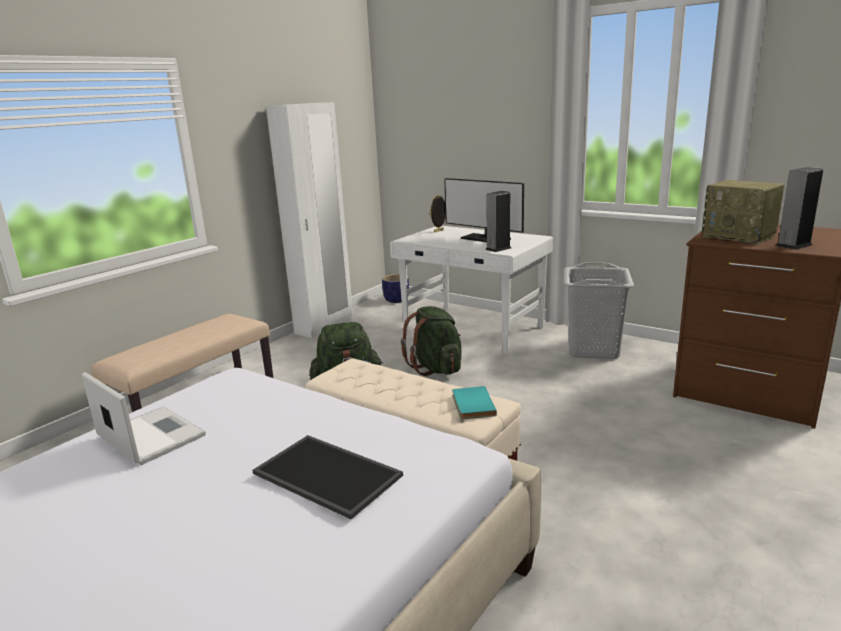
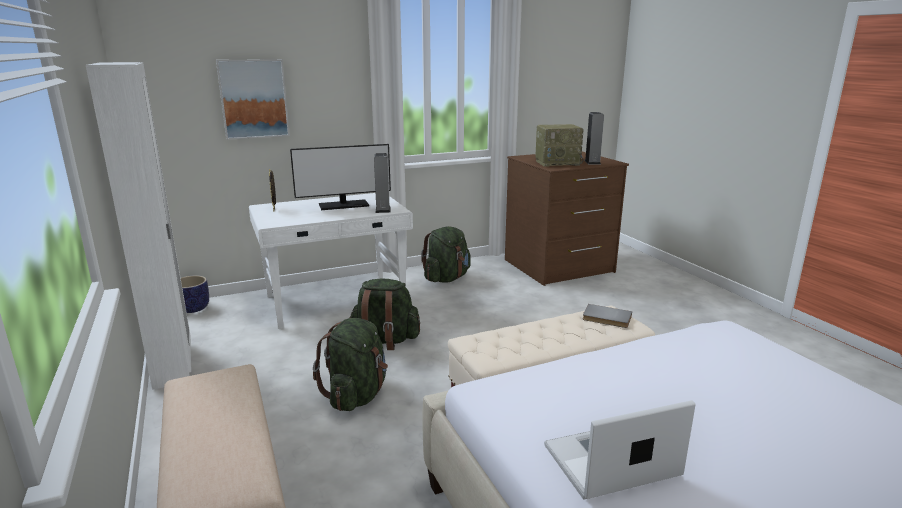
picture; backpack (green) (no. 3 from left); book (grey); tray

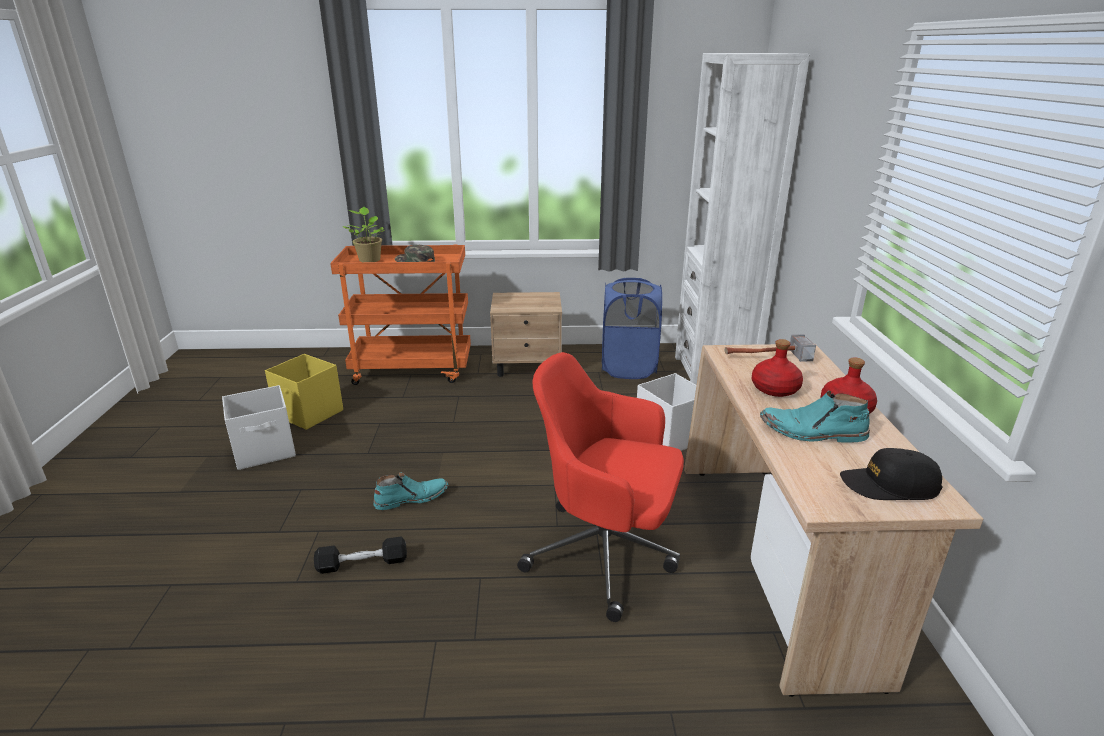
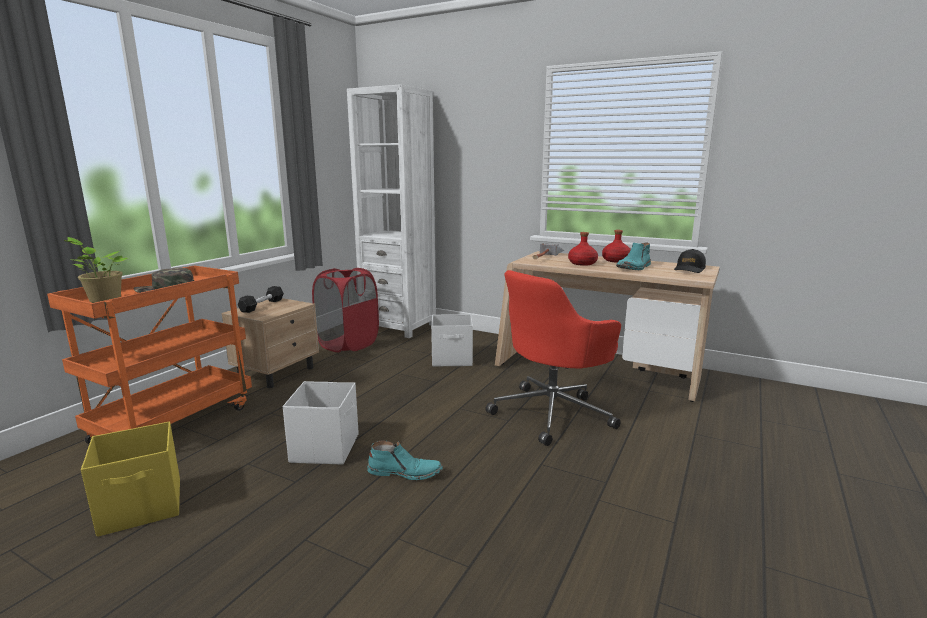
dumbbell (black); storage box (white) (no. 1 from left); laundry basket (red); boot (turquoise) (no. 1 from left)

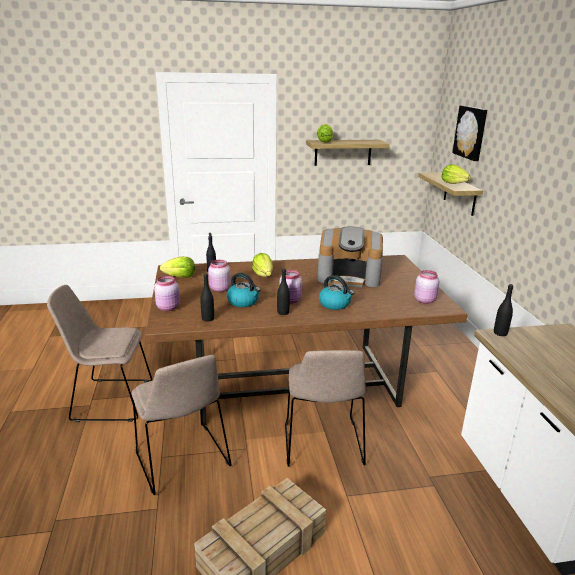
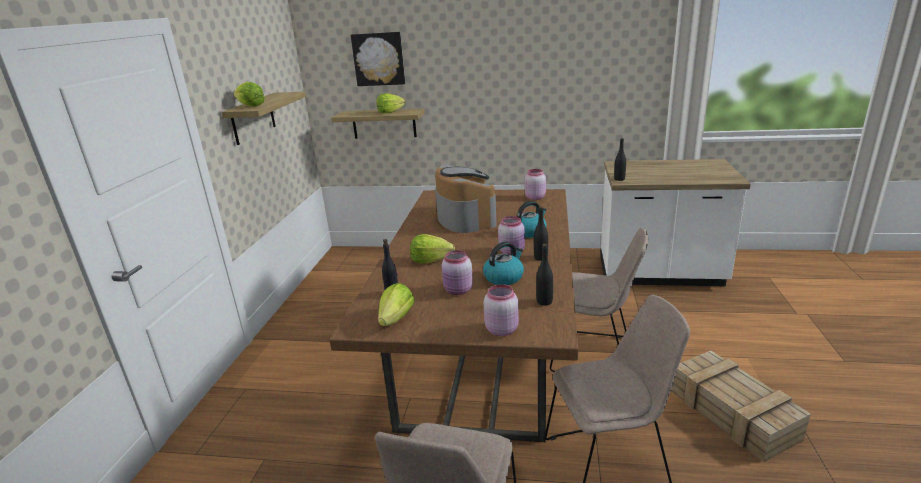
coffee machine

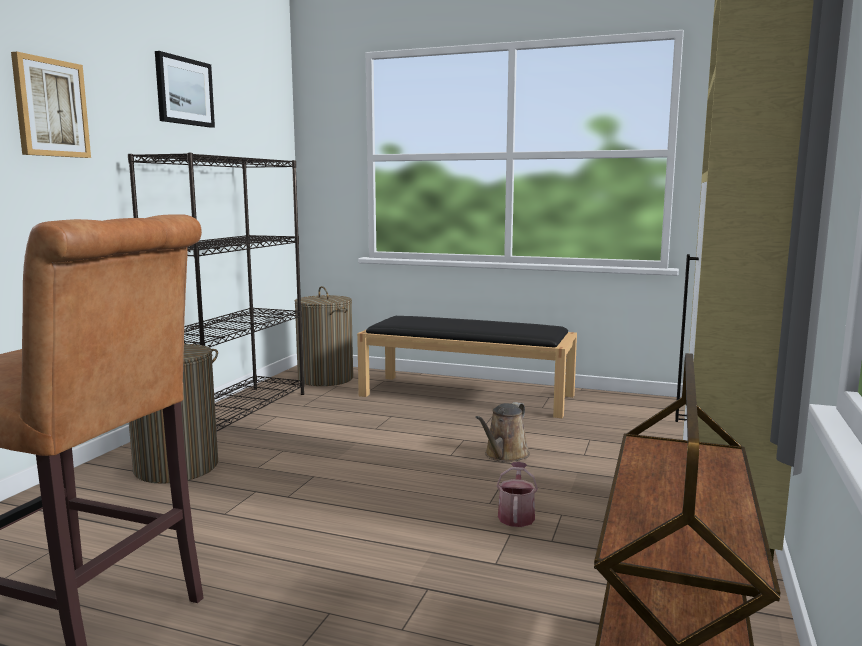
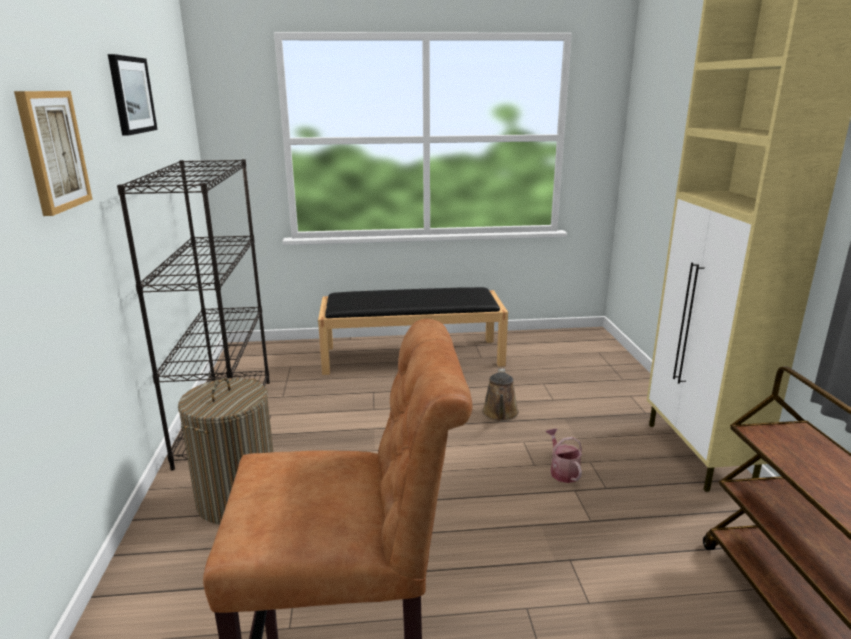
laundry basket (no. 2 from left in the first image)

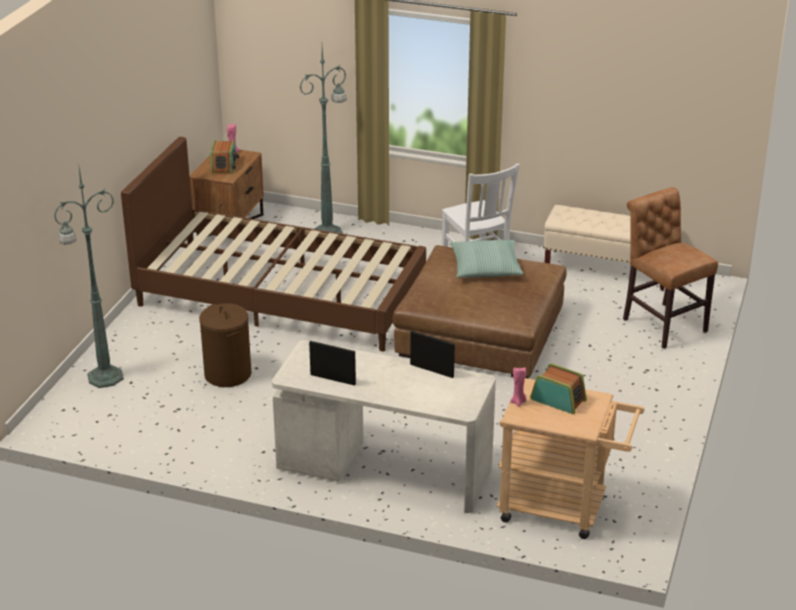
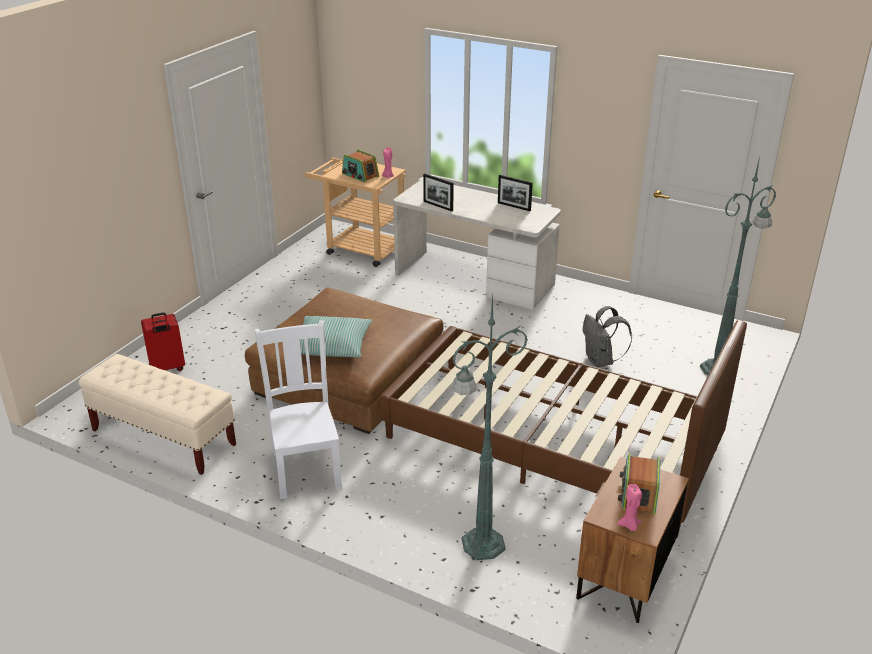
suitcase (red); backpack (grey)

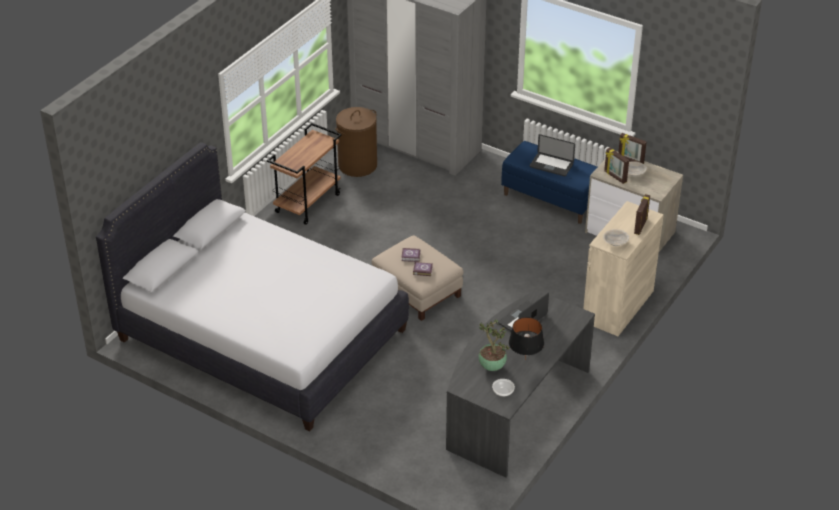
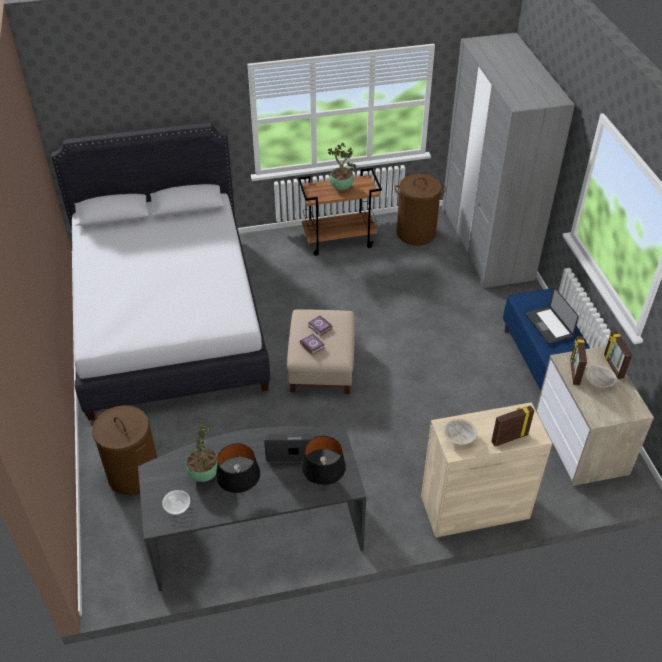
laundry basket (brown) (no. 1 from left); table lamp (black) (no. 2 from left); potted plant (no. 2 from left)

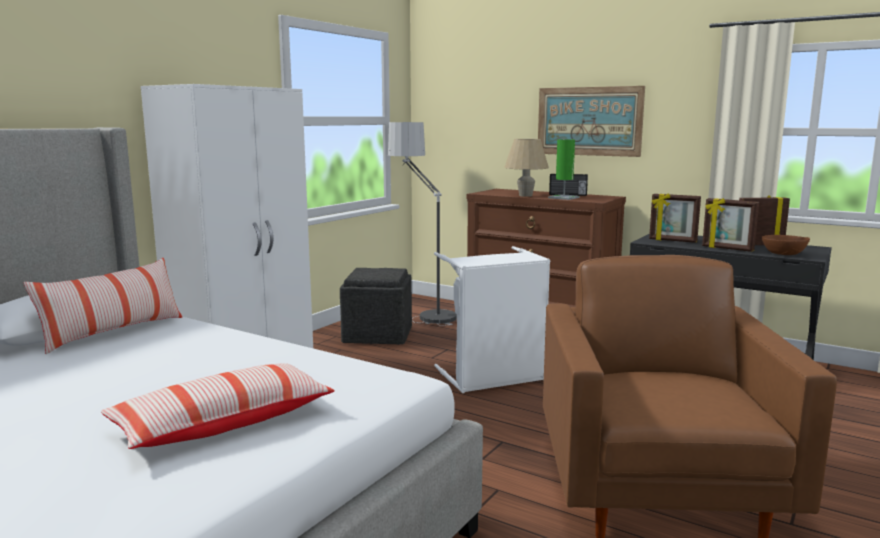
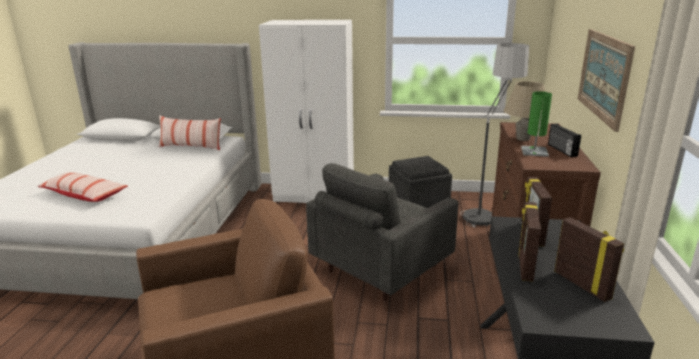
armchair (grey); bowl (brown)

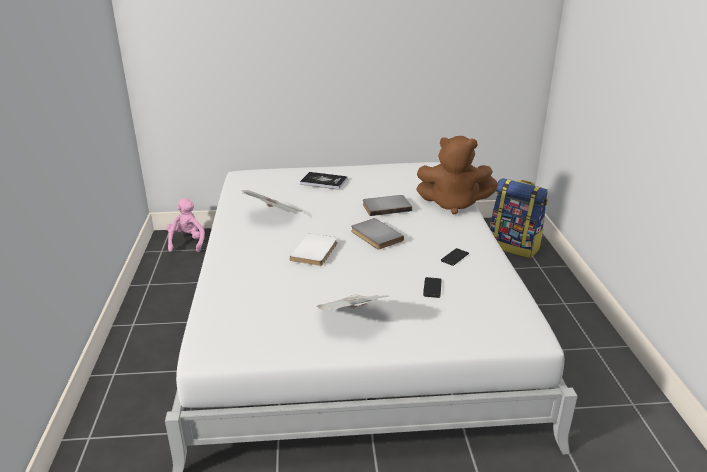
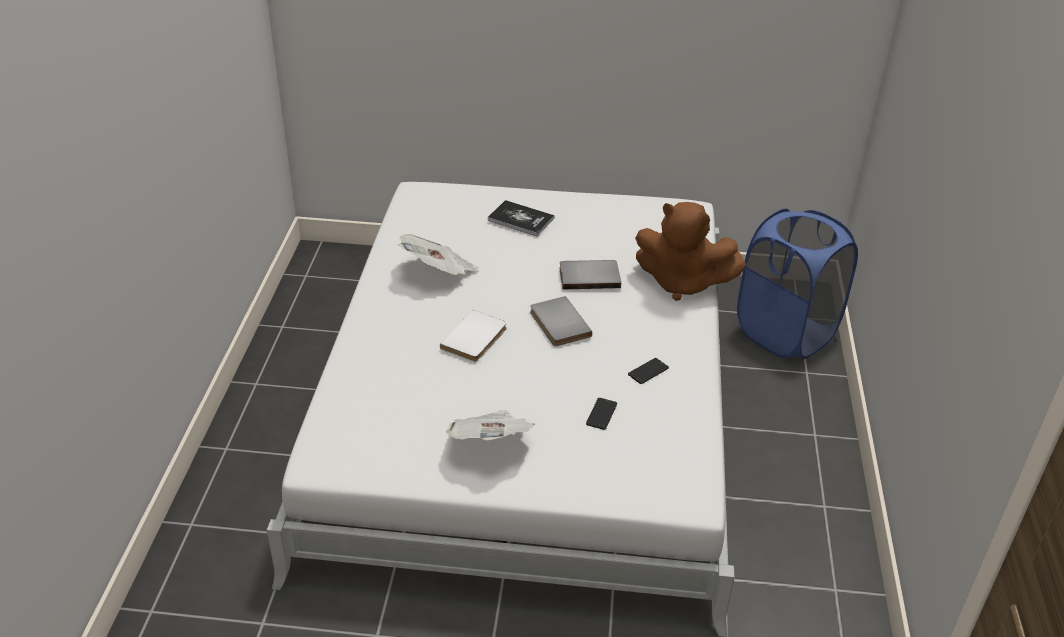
laundry basket (blue); plush toy (pink)

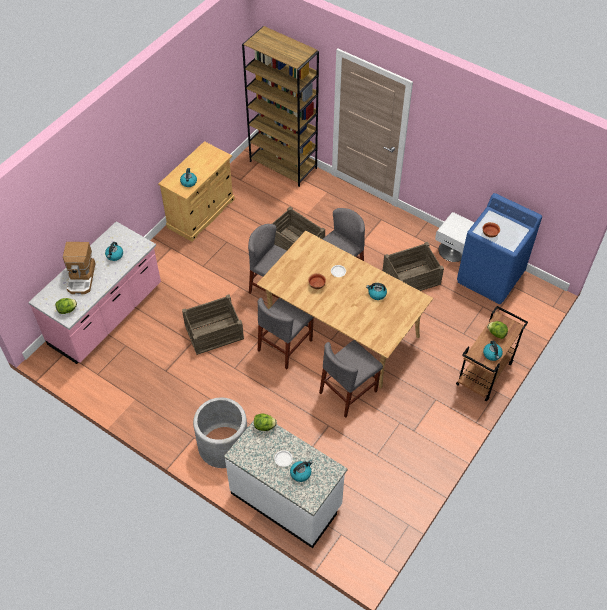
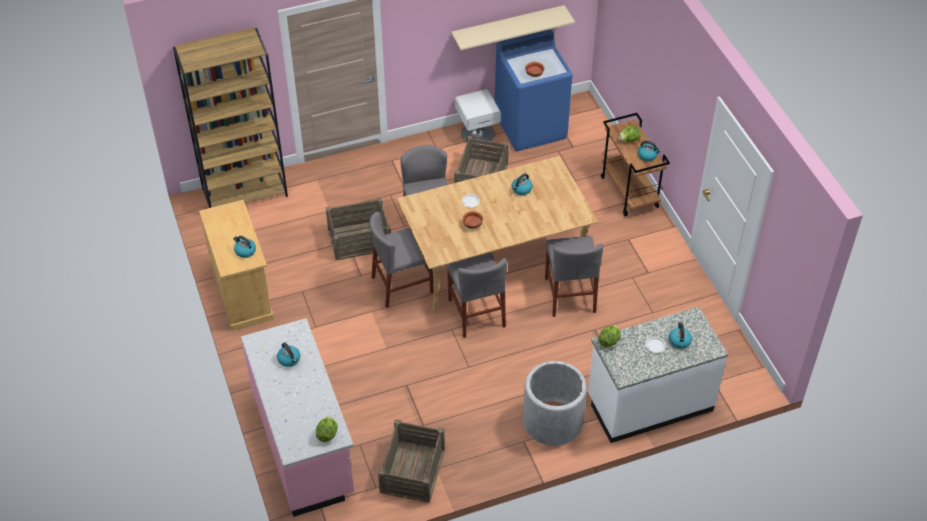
crate (no. 2 from left); shelf (beige); coffee machine

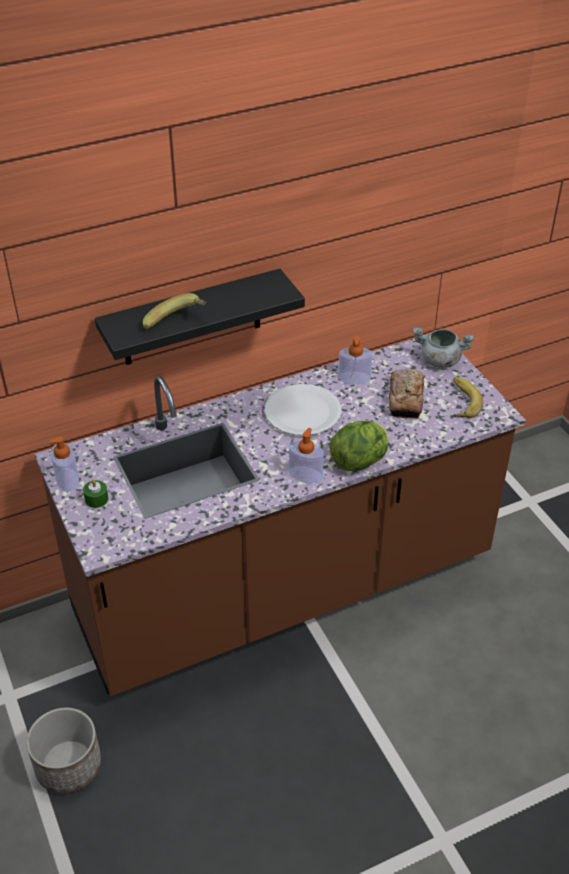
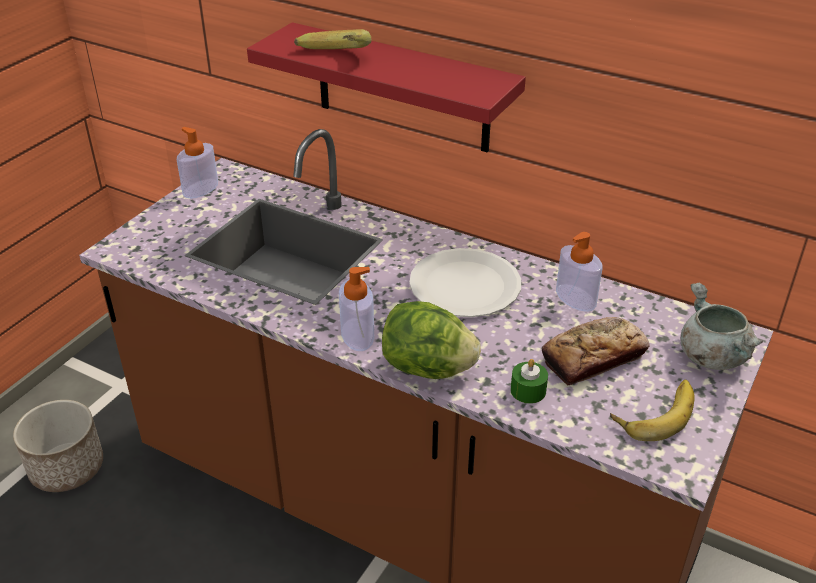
shelf (red); candle (green)

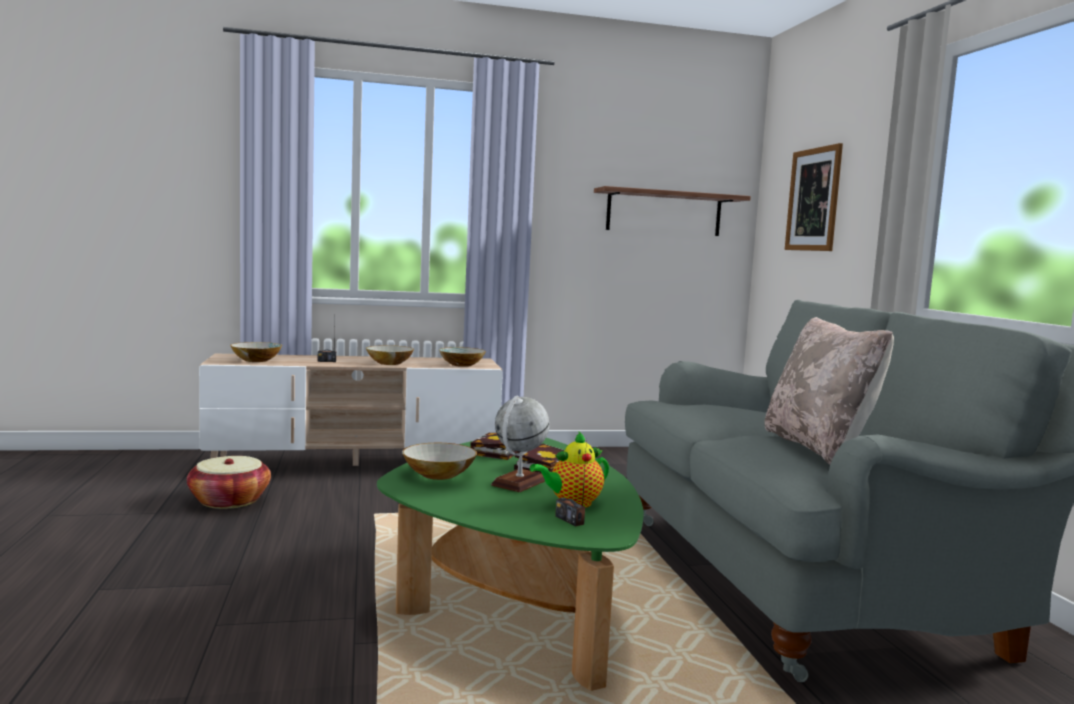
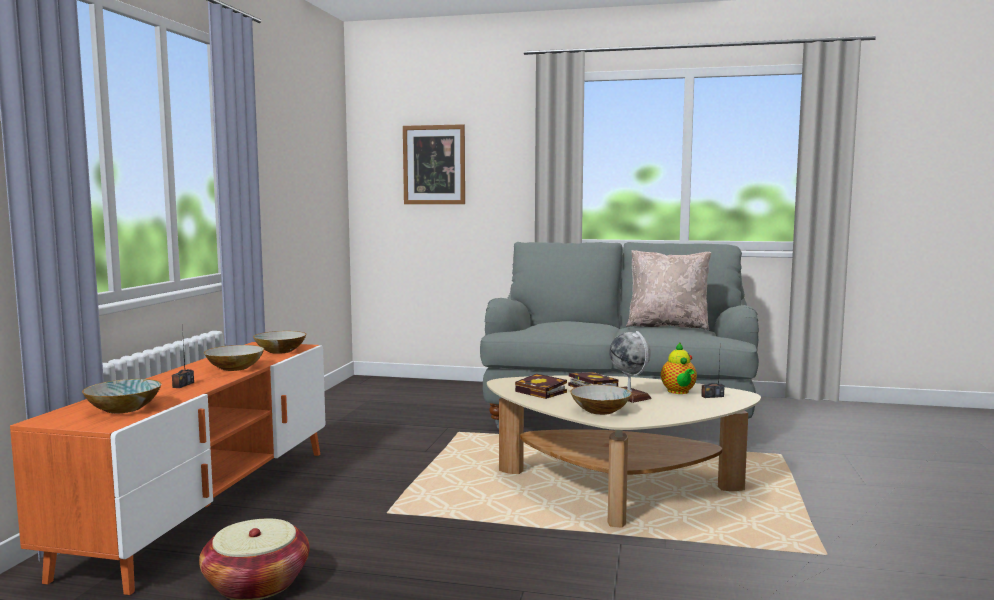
tv stand (orange); coffee table (beige); shelf

